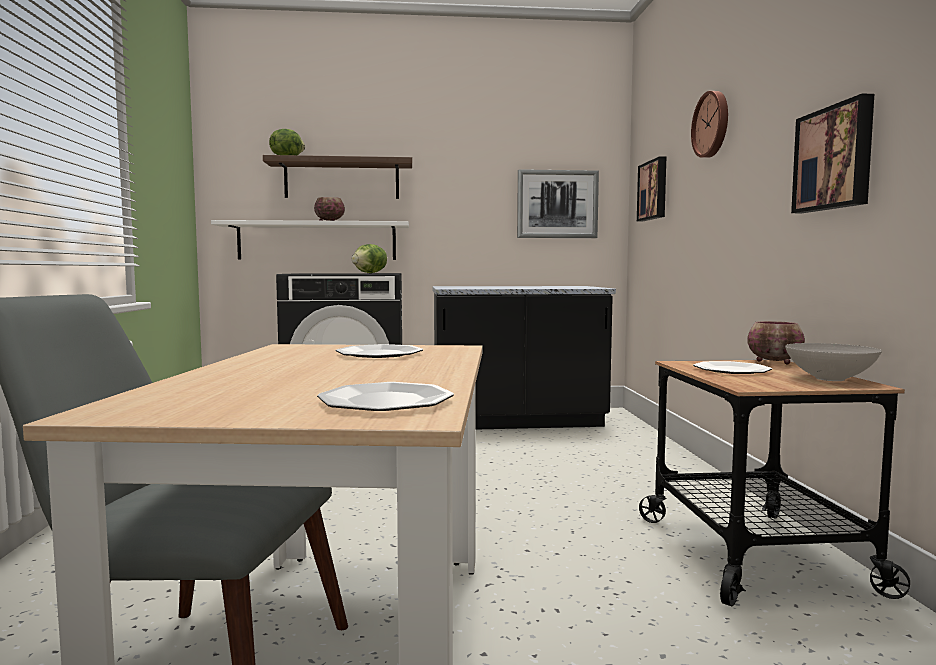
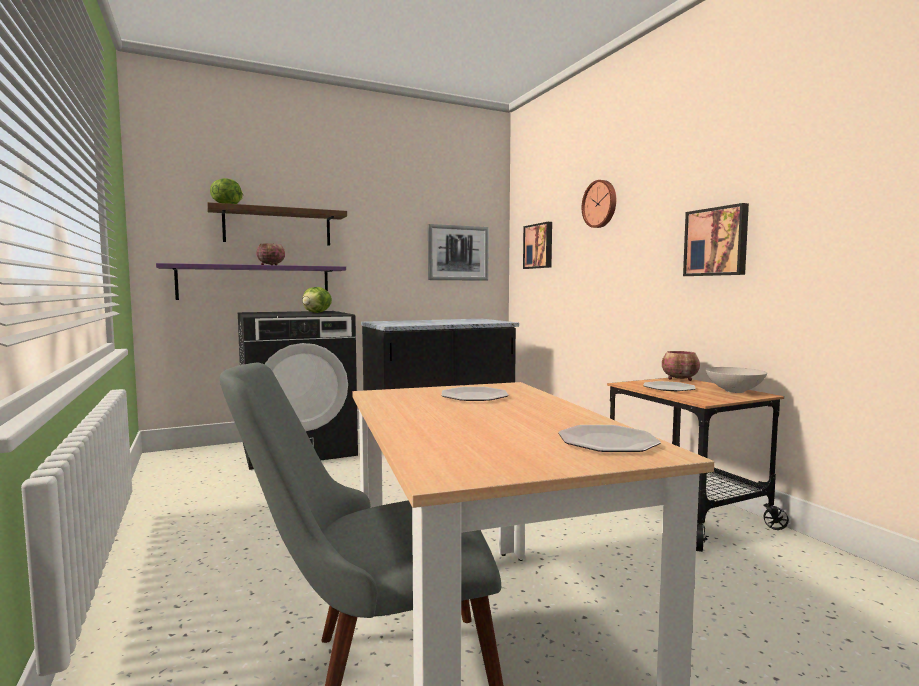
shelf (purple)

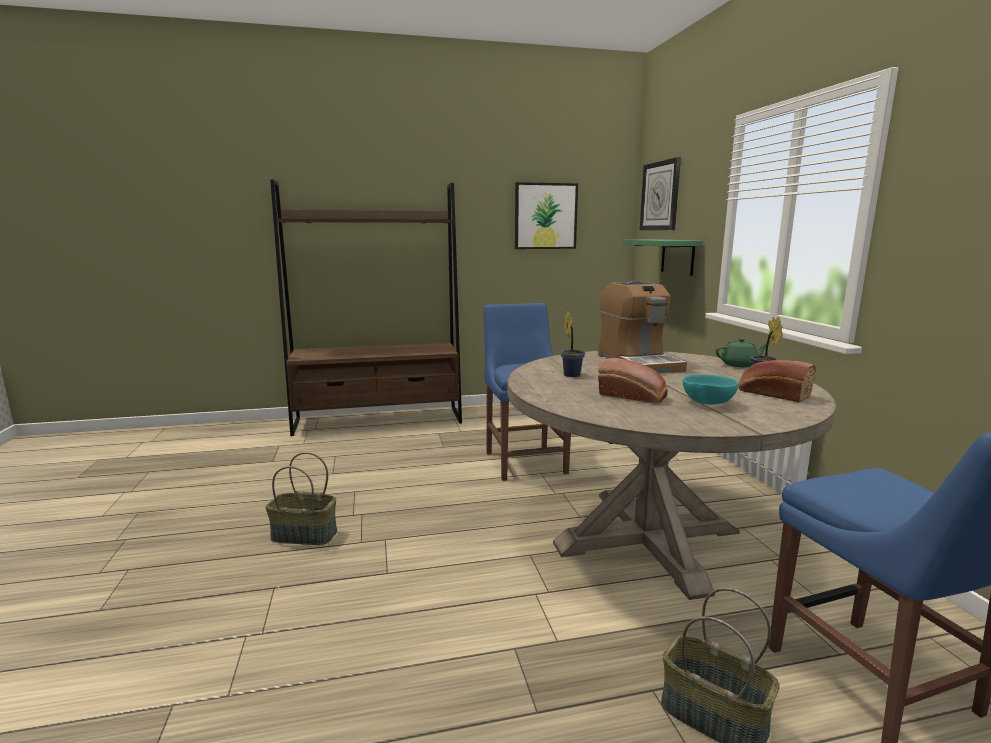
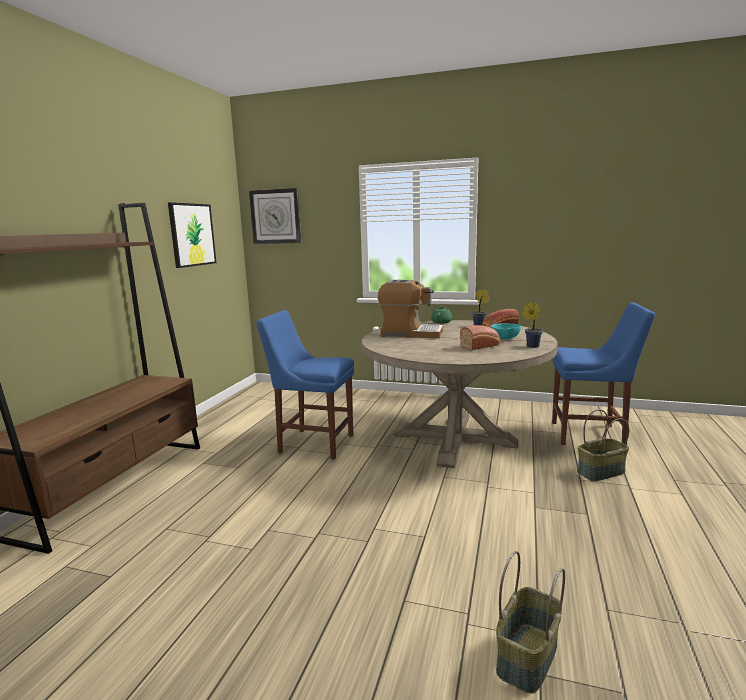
basket (no. 1 from left); potted plant (no. 2 from left); shelf (green)

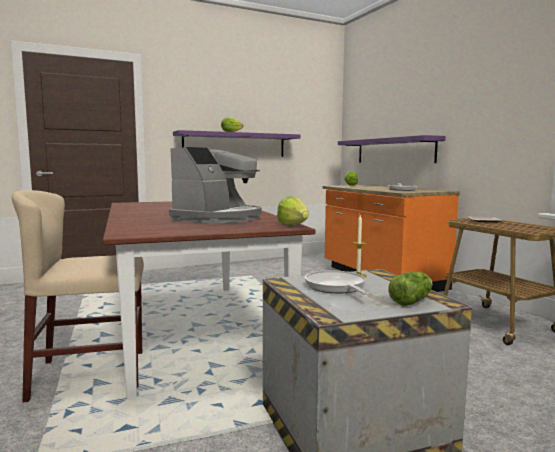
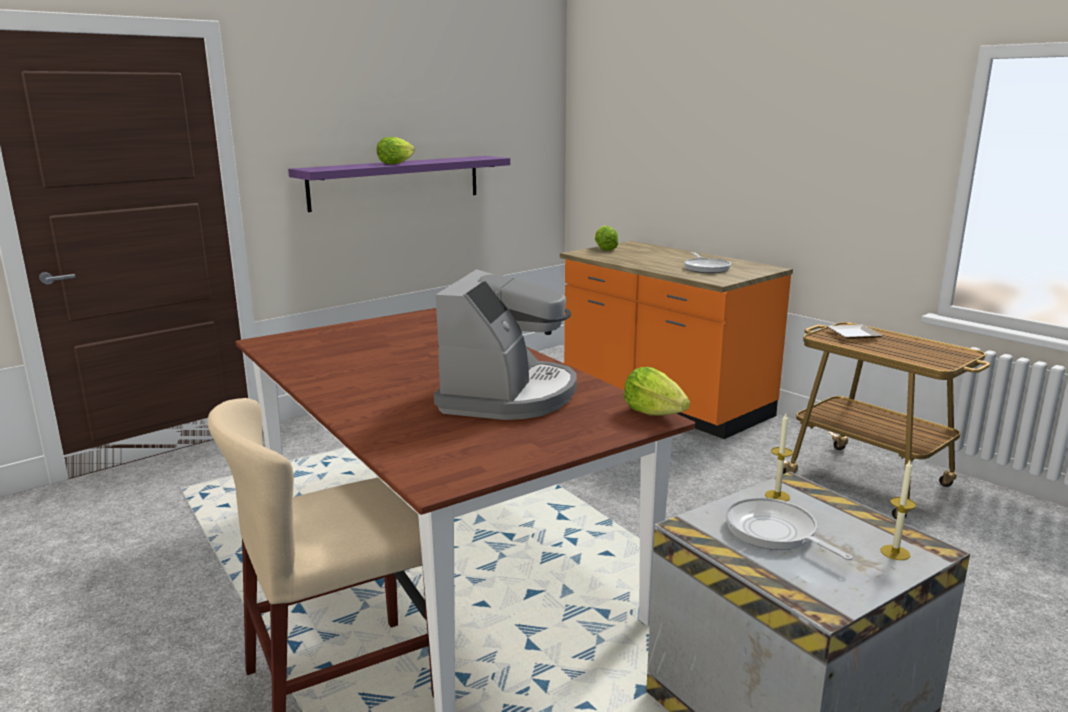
candle (no. 2 from left); shelf (purple) (no. 2 from left in the first image)

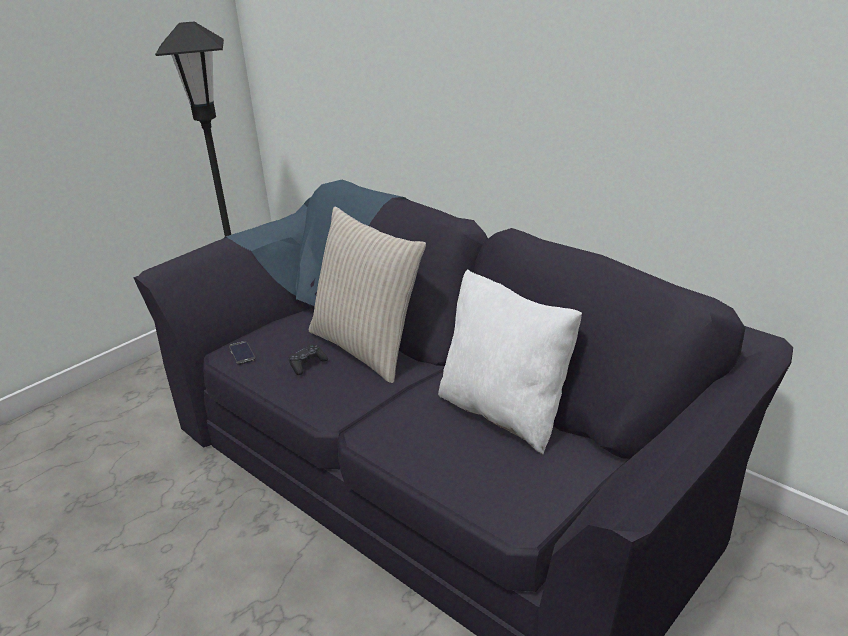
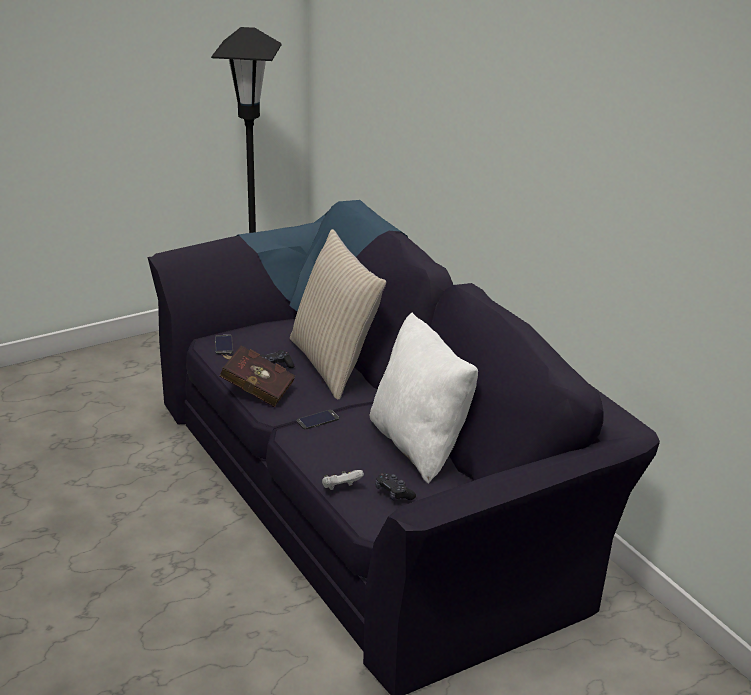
book (red); phone (no. 2 from left); game controller (white); game controller (black) (no. 2 from left)

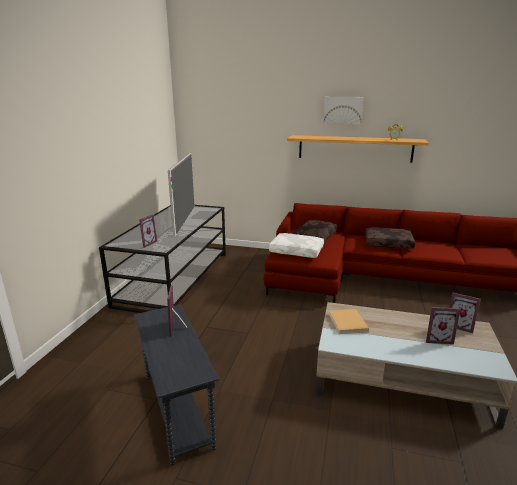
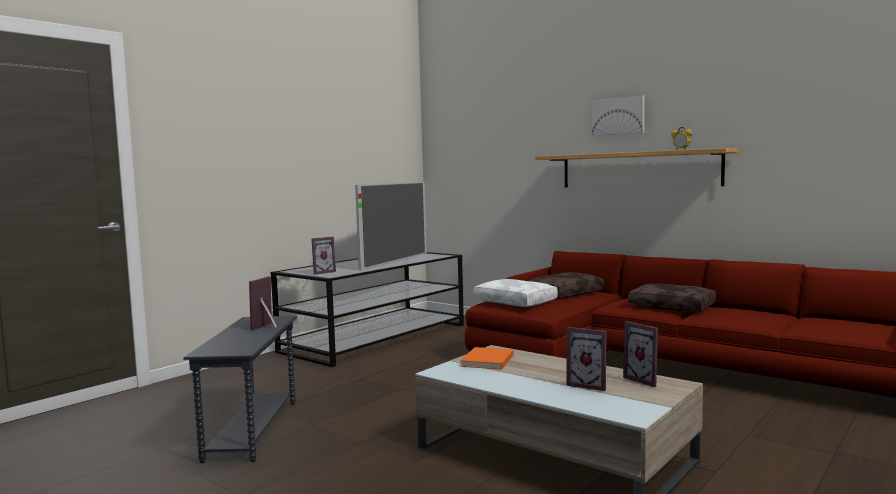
book (orange)

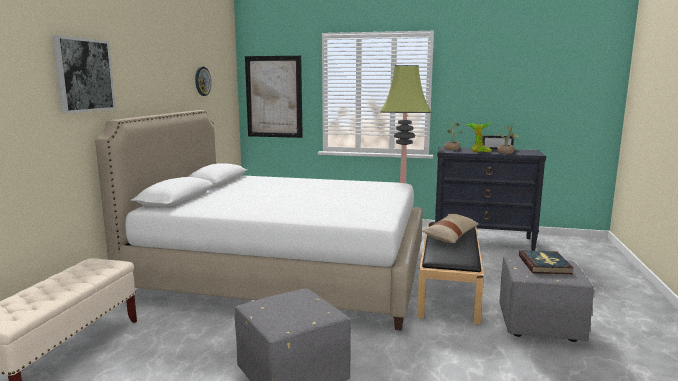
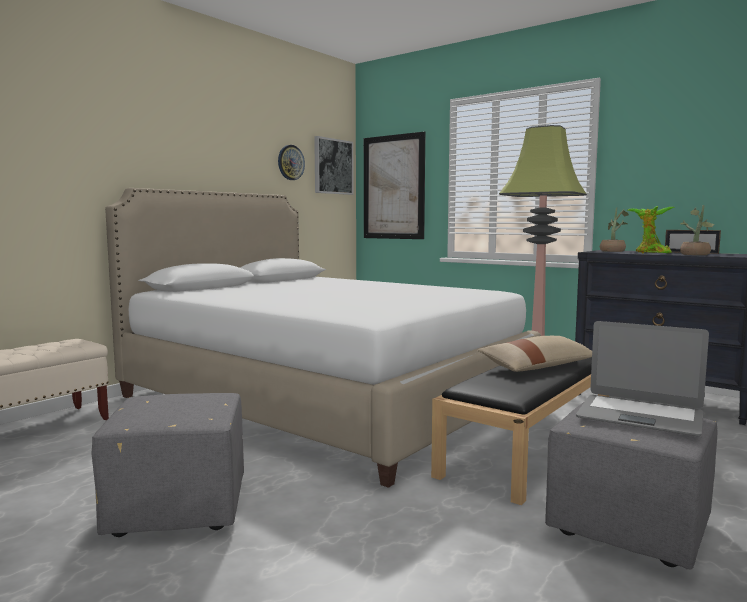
picture (no. 1 from left); laptop

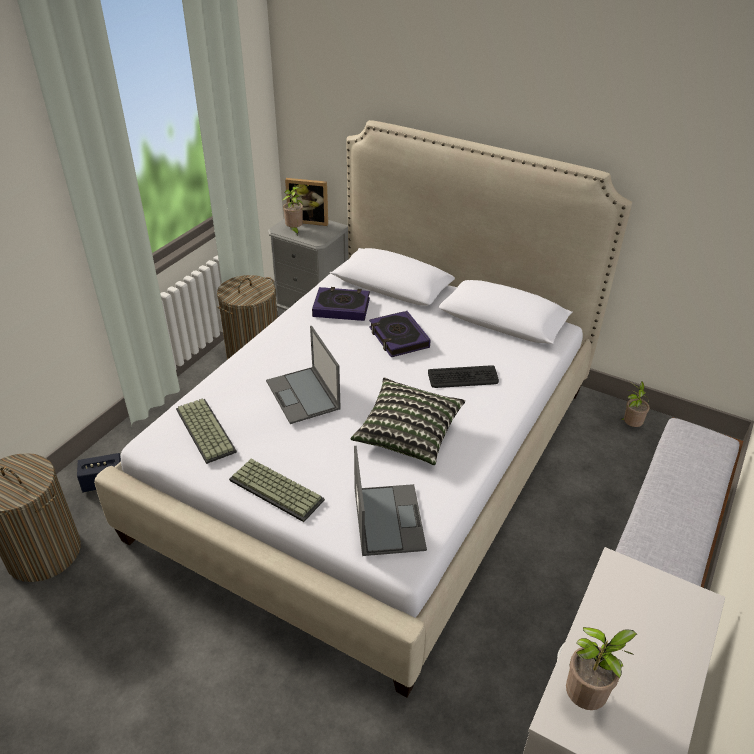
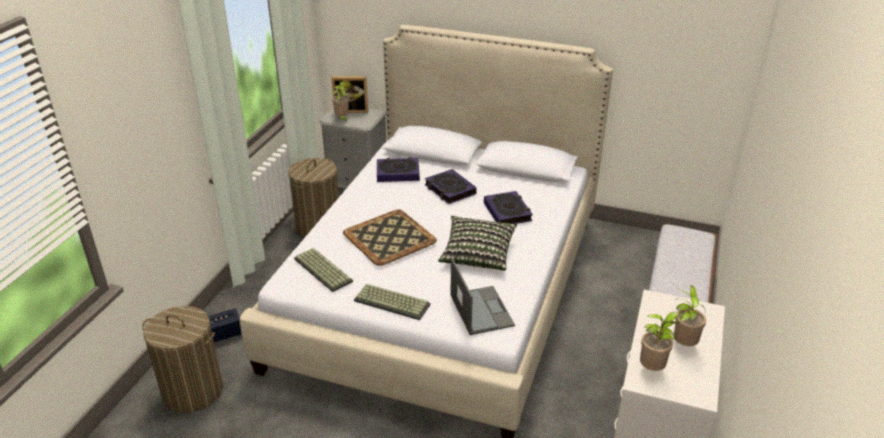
tray; book (no. 3 from left); potted plant (no. 3 from left)

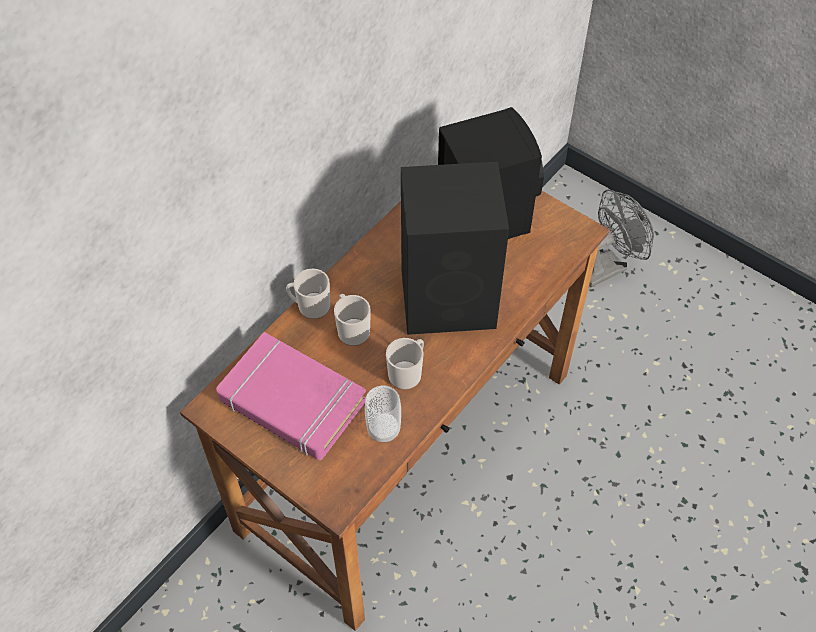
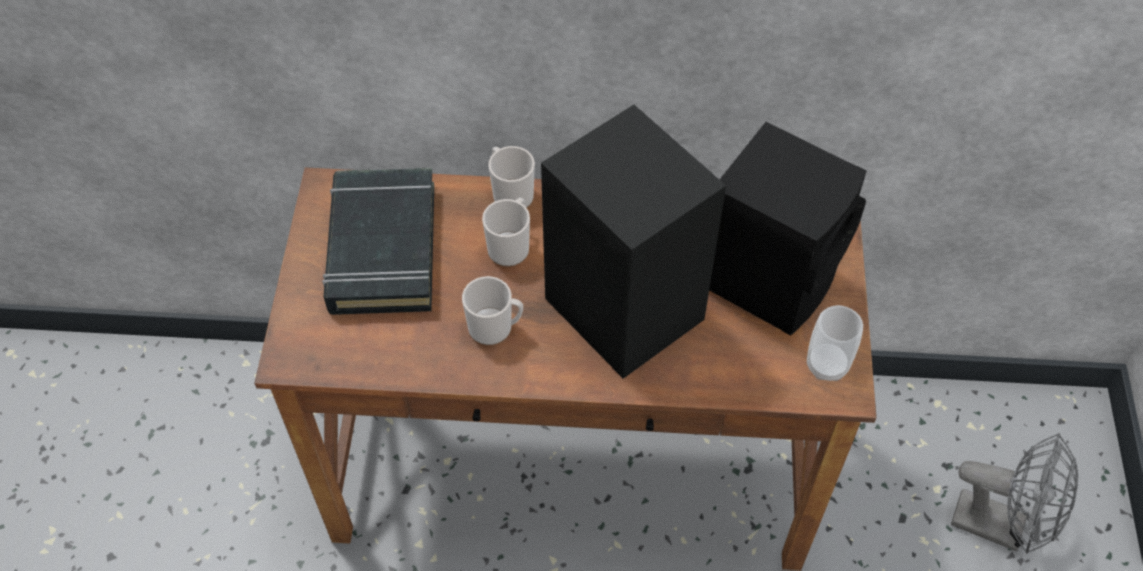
book (black); cup

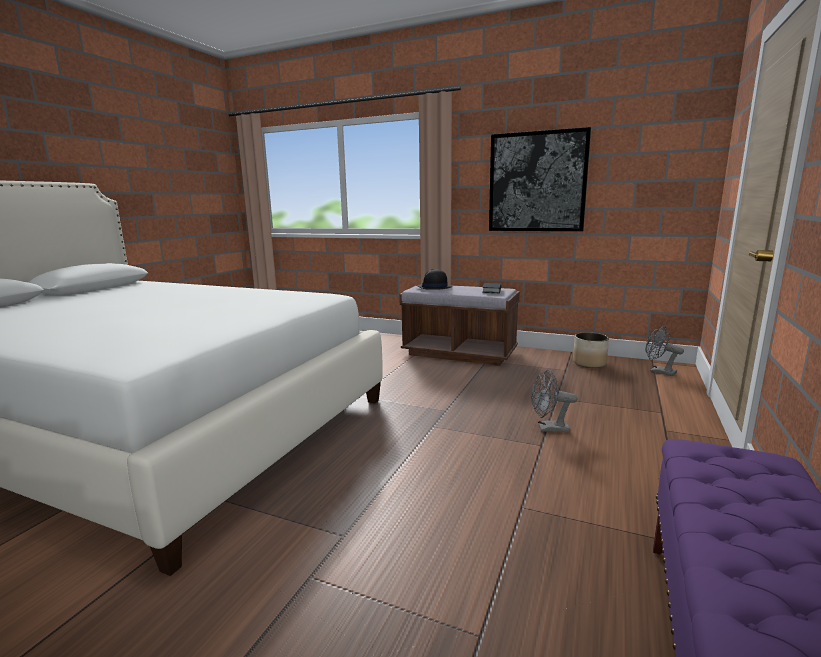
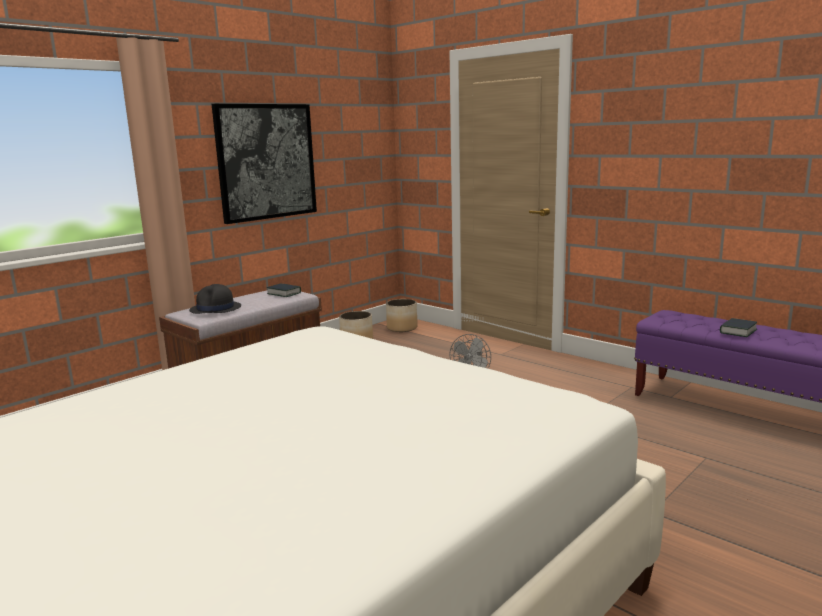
planter (no. 2 from left); book (no. 2 from left)

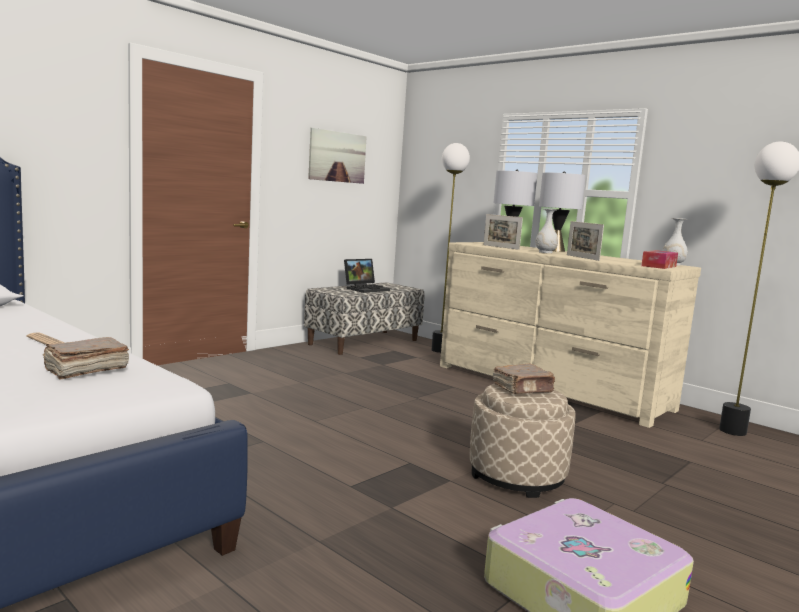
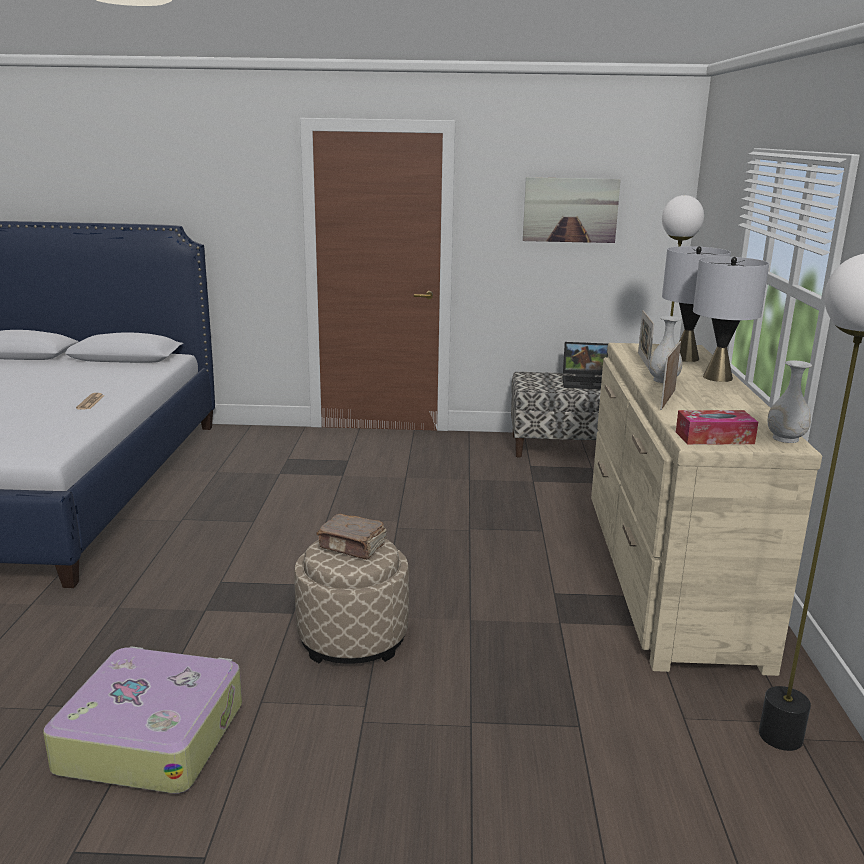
book (brown) (no. 1 from left in the first image)

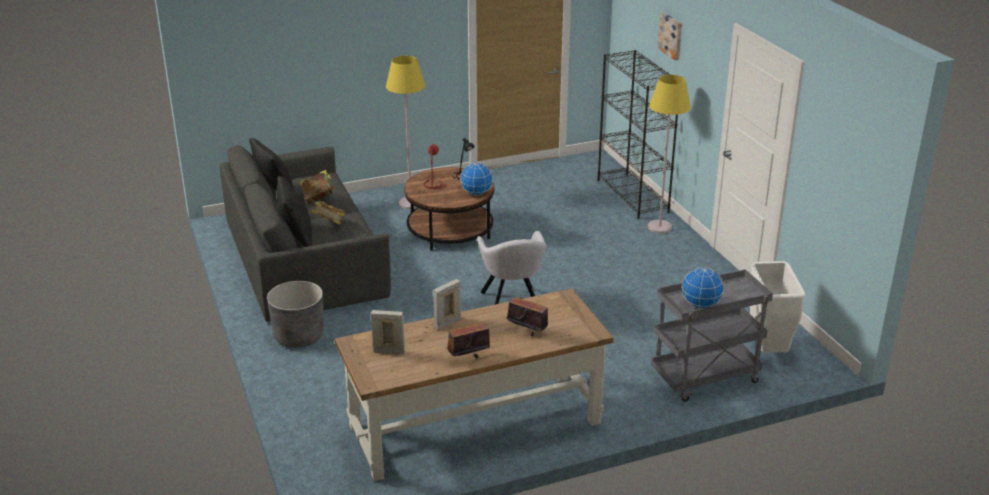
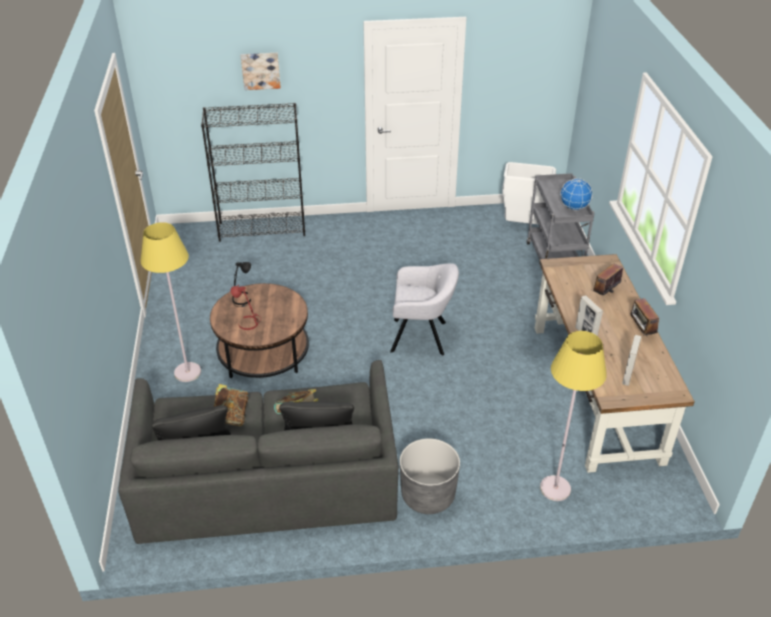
floor lamp (yellow) (no. 2 from left); globe (no. 1 from left in the first image)

